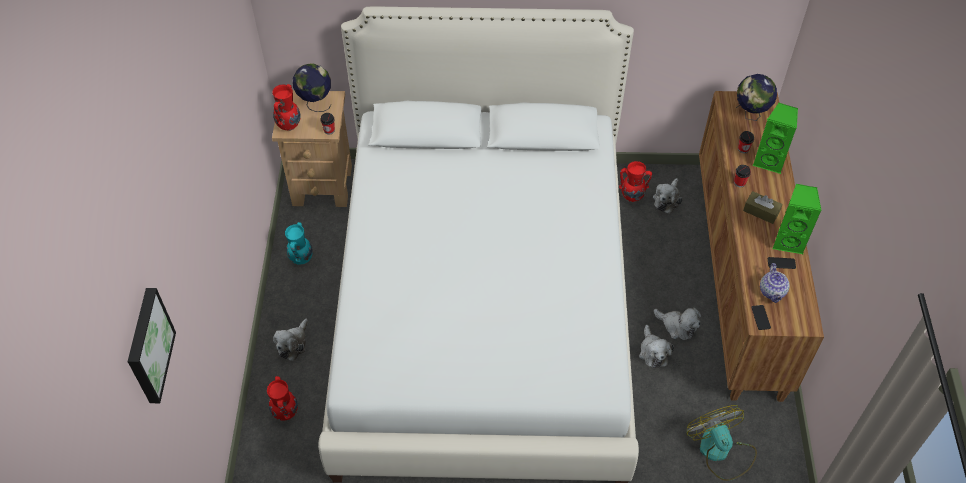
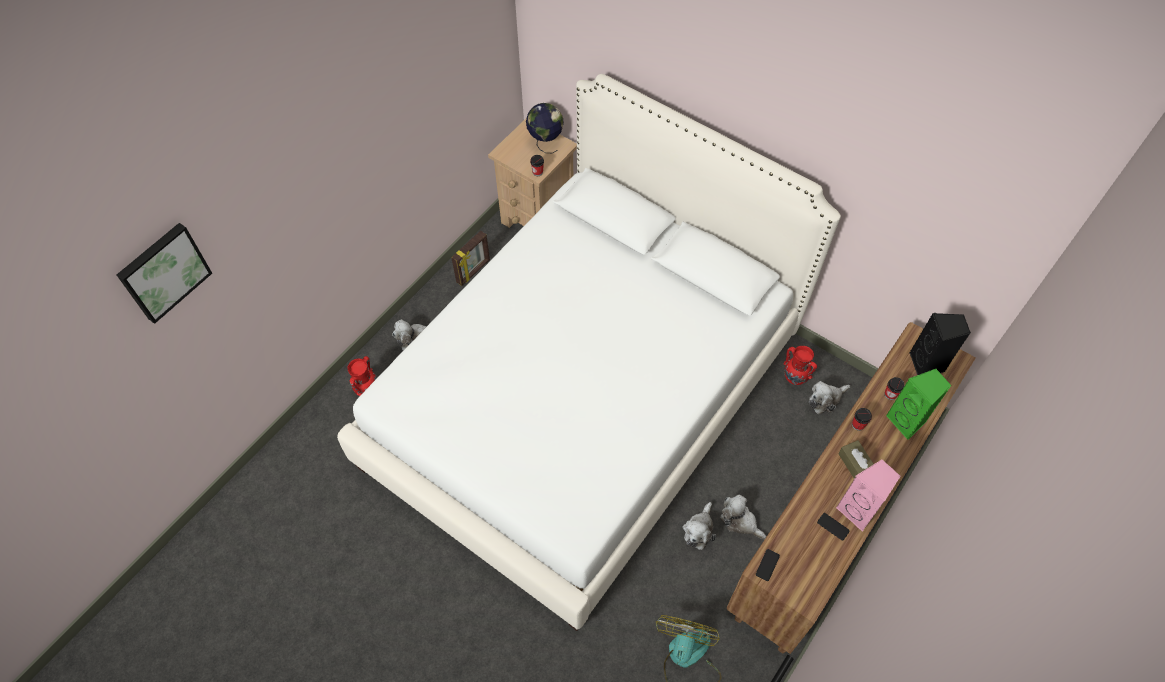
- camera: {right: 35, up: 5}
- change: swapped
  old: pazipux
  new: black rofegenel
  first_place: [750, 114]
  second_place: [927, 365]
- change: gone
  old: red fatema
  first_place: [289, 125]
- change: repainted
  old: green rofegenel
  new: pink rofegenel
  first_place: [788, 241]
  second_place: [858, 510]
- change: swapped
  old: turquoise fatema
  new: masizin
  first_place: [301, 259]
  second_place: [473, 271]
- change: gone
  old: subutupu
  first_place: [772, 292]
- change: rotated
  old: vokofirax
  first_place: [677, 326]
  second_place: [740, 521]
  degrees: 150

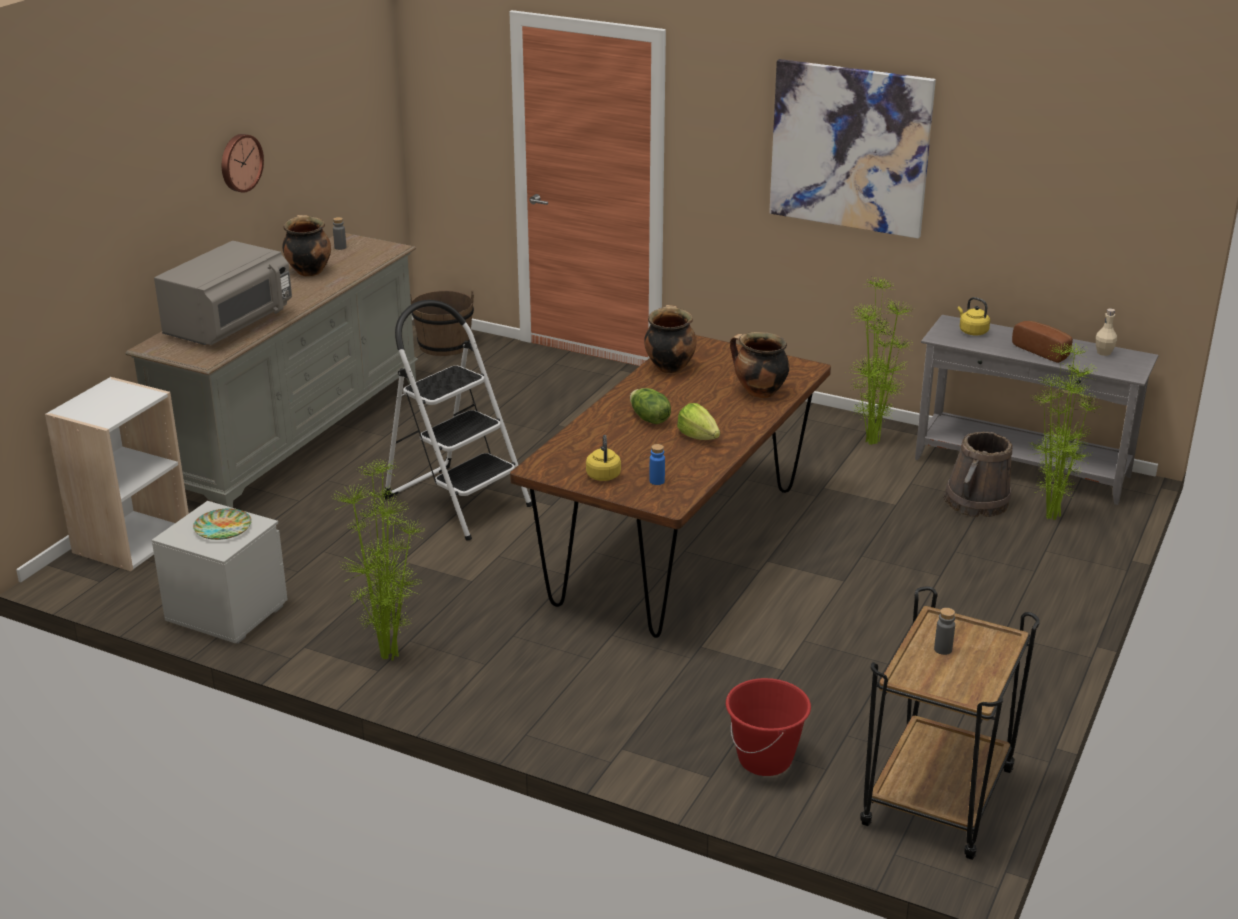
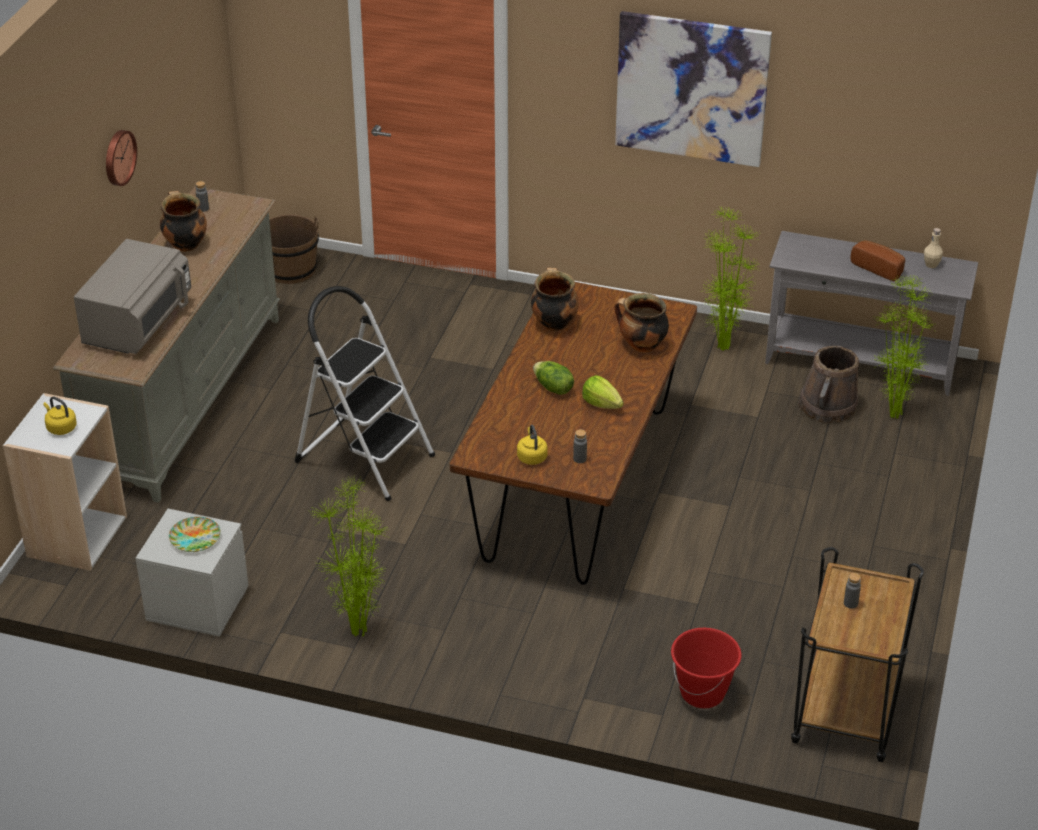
- camera: {right: -10, up: 10}
- change: shifted
  old: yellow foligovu
  first_place: [972, 331]
  second_place: [60, 427]
- change: repainted
  old: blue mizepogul
  new: grey mizepogul
  first_place: [657, 481]
  second_place: [579, 459]

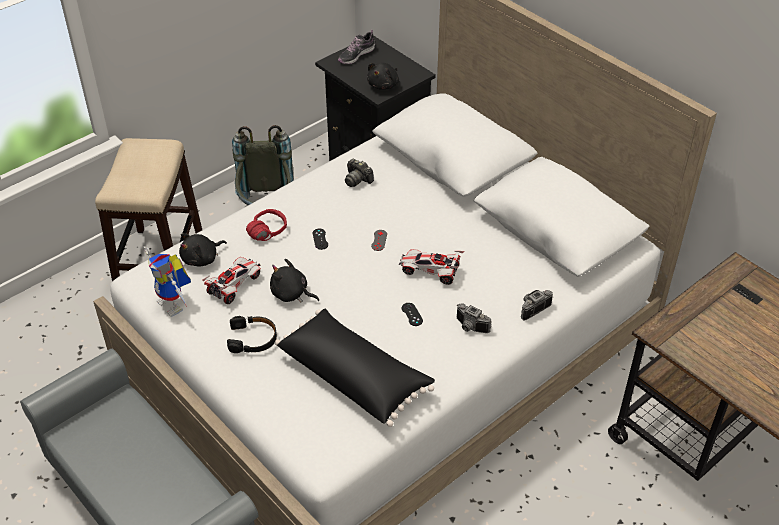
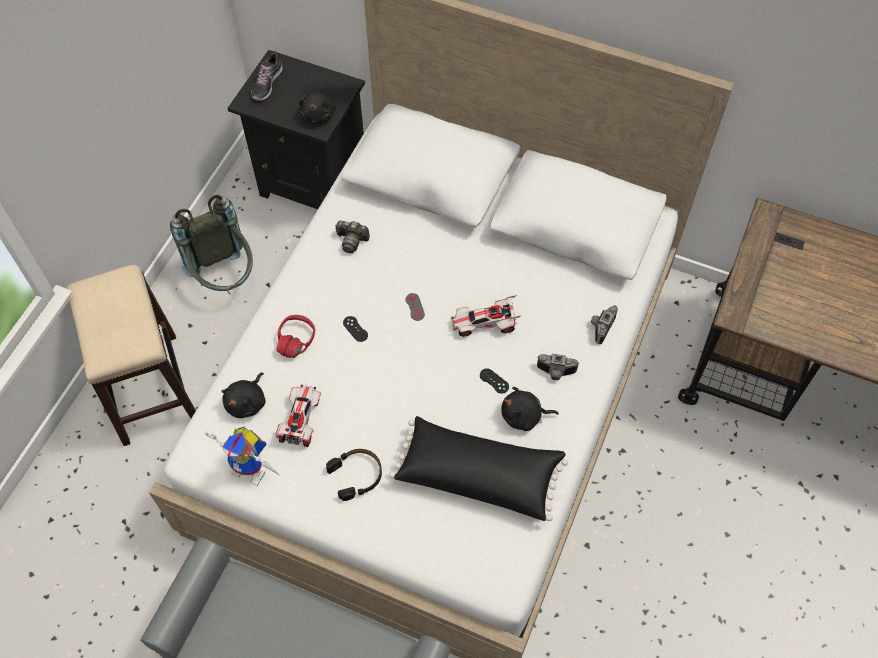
- camera: {right: -25, up: 15}
- change: shifted
  old: black vokofirax
  first_place: [291, 294]
  second_place: [524, 416]

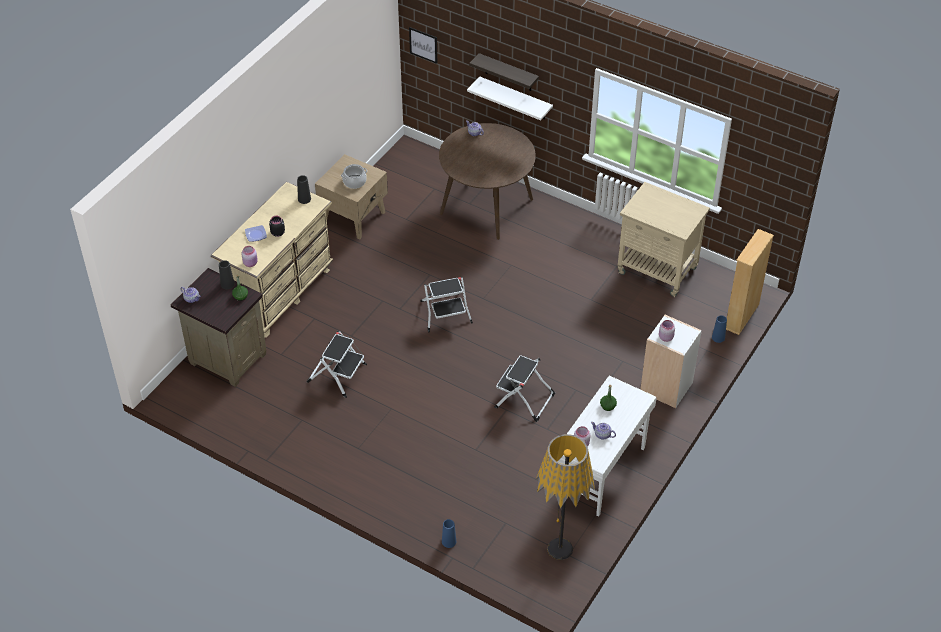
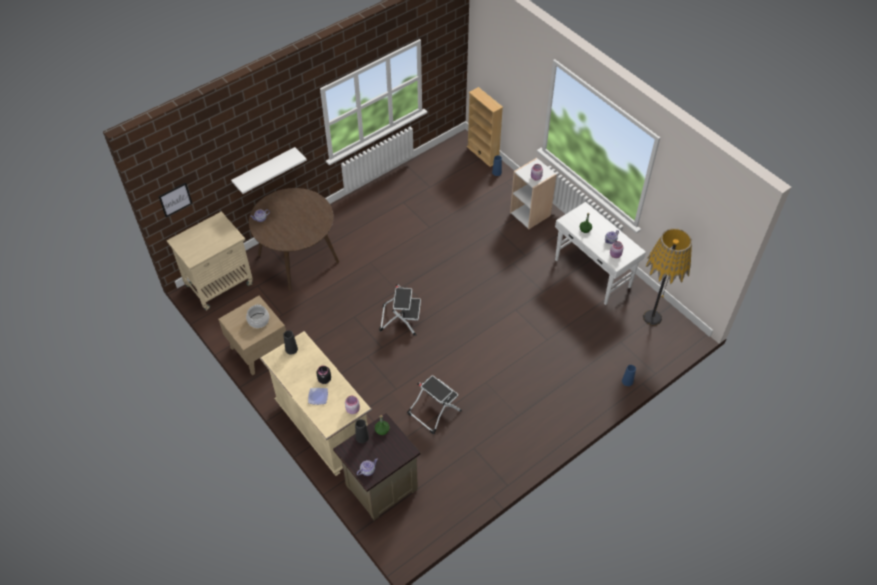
- camera: {right: -70, up: 5}
- change: gone
  old: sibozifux
  first_place: [508, 73]
- change: shifted
  old: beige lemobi
  first_place: [657, 271]
  second_place: [220, 285]
- change: gone
  old: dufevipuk
  first_place: [524, 398]

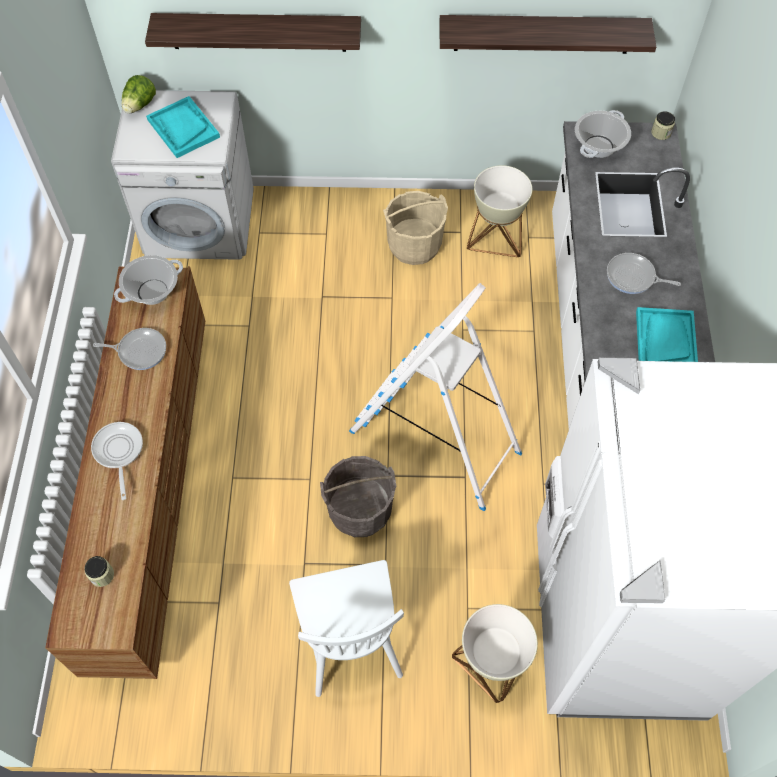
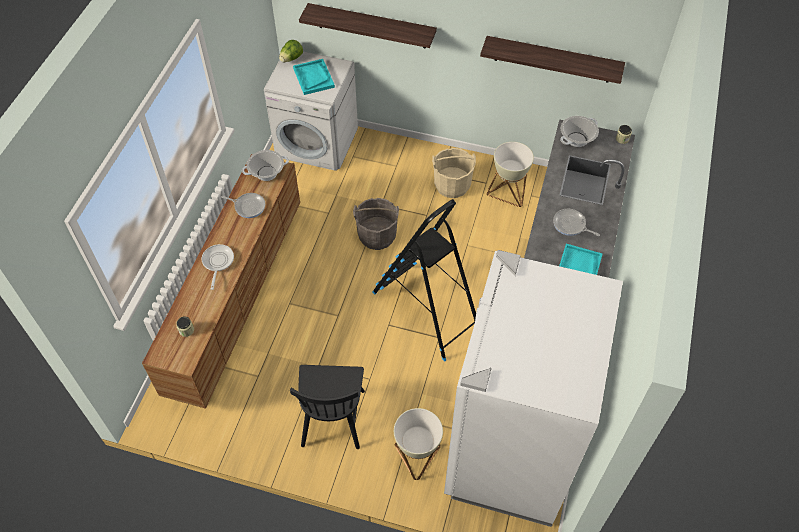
- camera: {right: 15, up: -5}
- change: repainted
  old: white dufevipuk
  new: black dufevipuk
  first_place: [433, 442]
  second_place: [425, 311]
- change: shifted
  old: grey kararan
  first_place: [360, 511]
  second_place: [377, 235]
- change: repainted
  old: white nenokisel
  new: black nenokisel
  first_place: [349, 638]
  second_place: [332, 417]

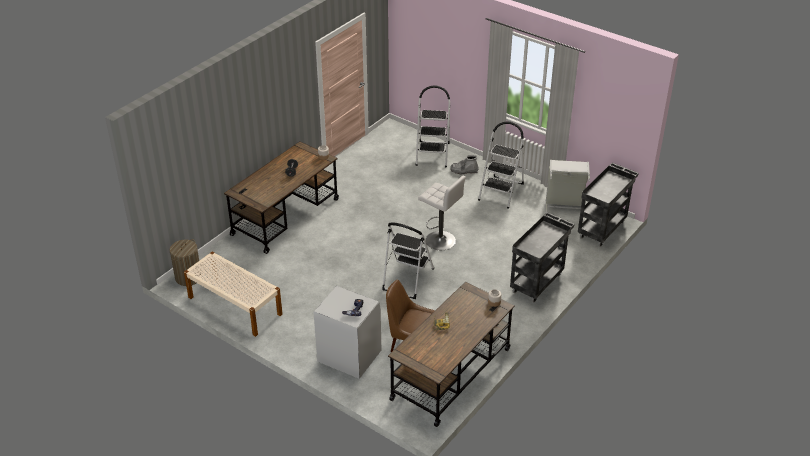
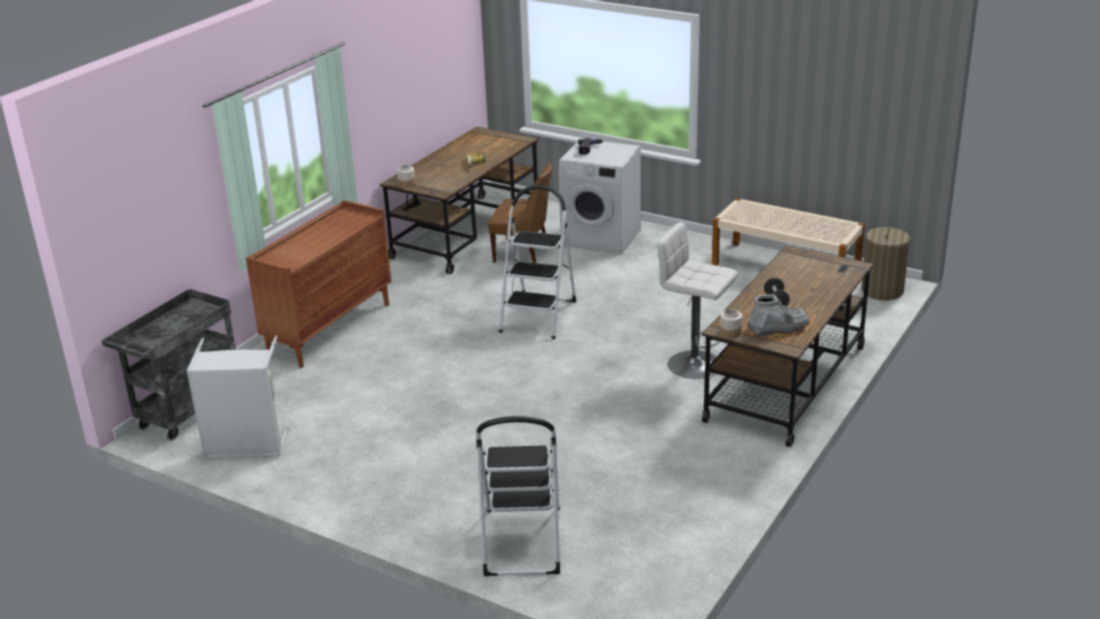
- camera: {right: 175, up: -10}
- change: gone
  old: dufevipuk
  first_place: [502, 191]
- change: shifted
  old: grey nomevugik
  first_place: [464, 170]
  second_place: [778, 327]
- change: shifted
  old: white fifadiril
  first_place: [440, 241]
  second_place: [694, 364]
- change: swapped
  old: black lemobi
  new: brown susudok
  first_place: [538, 282]
  second_place: [330, 330]

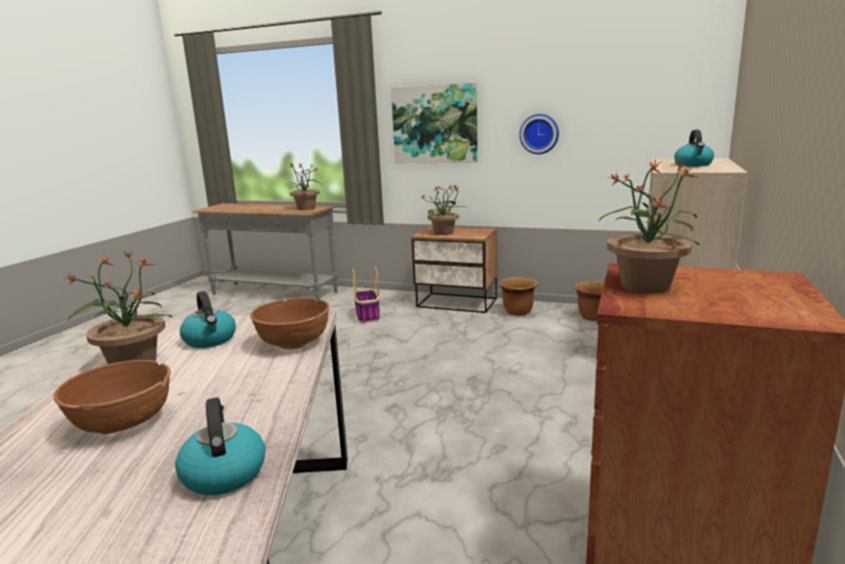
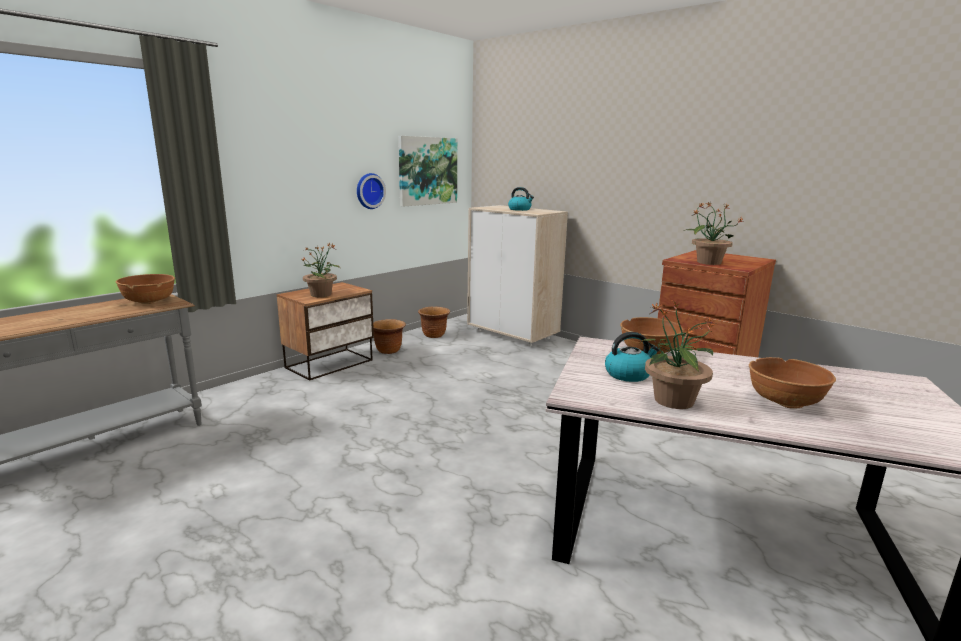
- camera: {right: -70, up: 0}
- change: shifted
  old: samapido
  first_place: [435, 124]
  second_place: [427, 171]
- change: swapped
  old: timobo
  new: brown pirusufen
  first_place: [306, 208]
  second_place: [149, 301]
- change: gone
  old: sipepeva
  first_place: [368, 316]
- change: gone
  old: foligovu
  first_place: [223, 473]

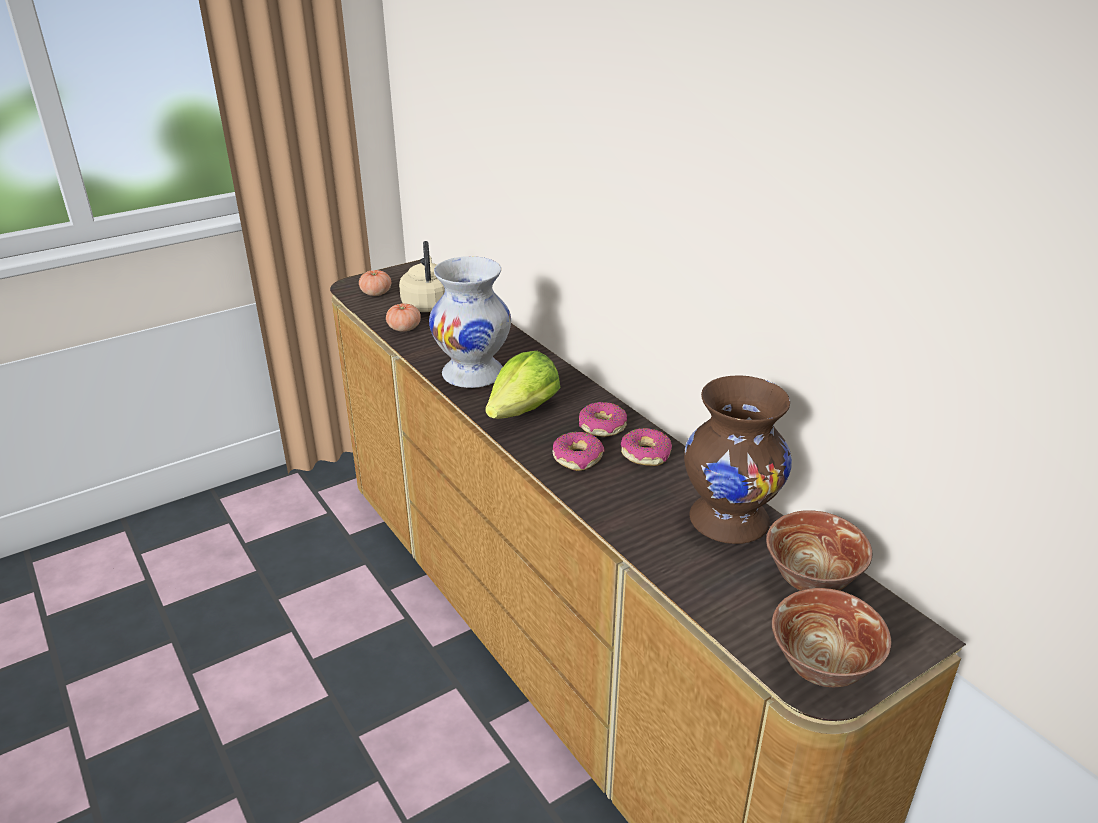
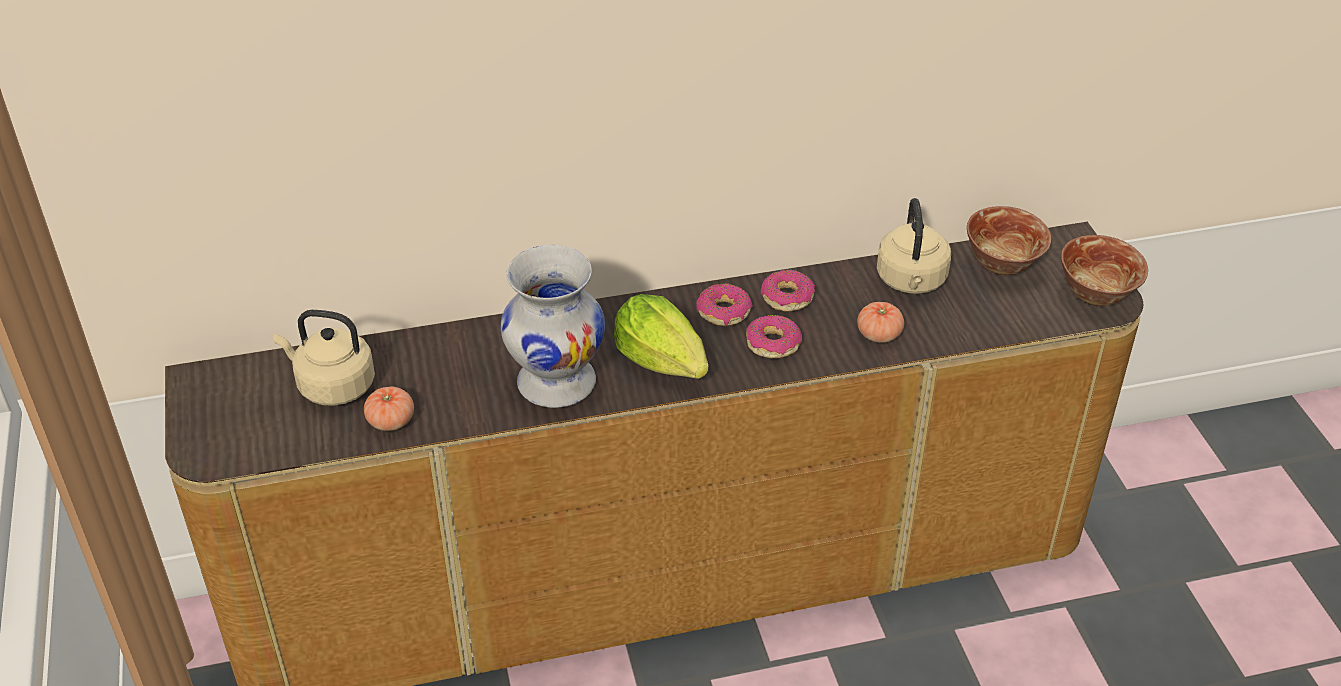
- camera: {right: -70, up: 10}
- change: shifted
  old: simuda
  first_place: [376, 293]
  second_place: [879, 334]
- change: swapped
  old: brown fatema
  new: beige foligovu
  first_place: [728, 521]
  second_place: [911, 281]

